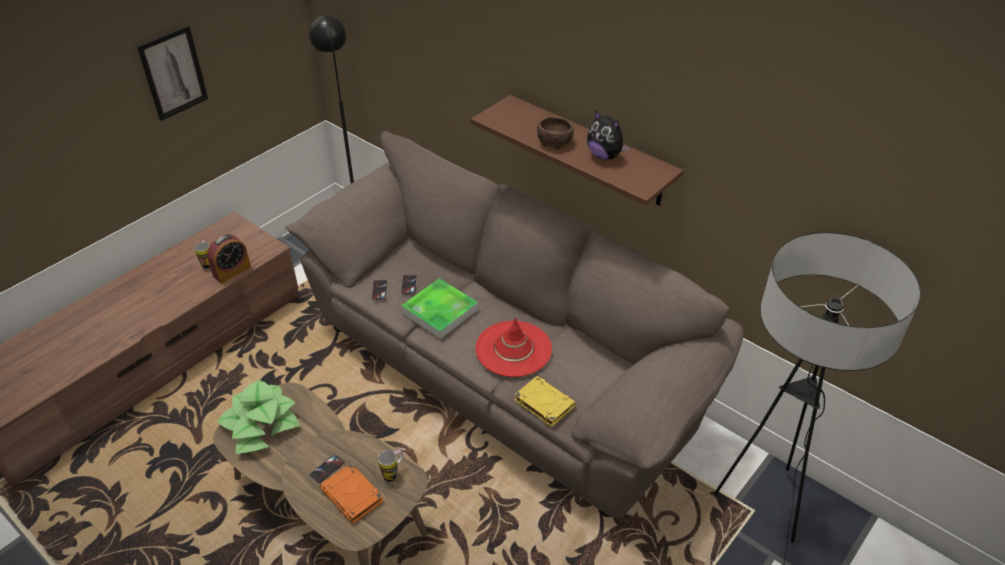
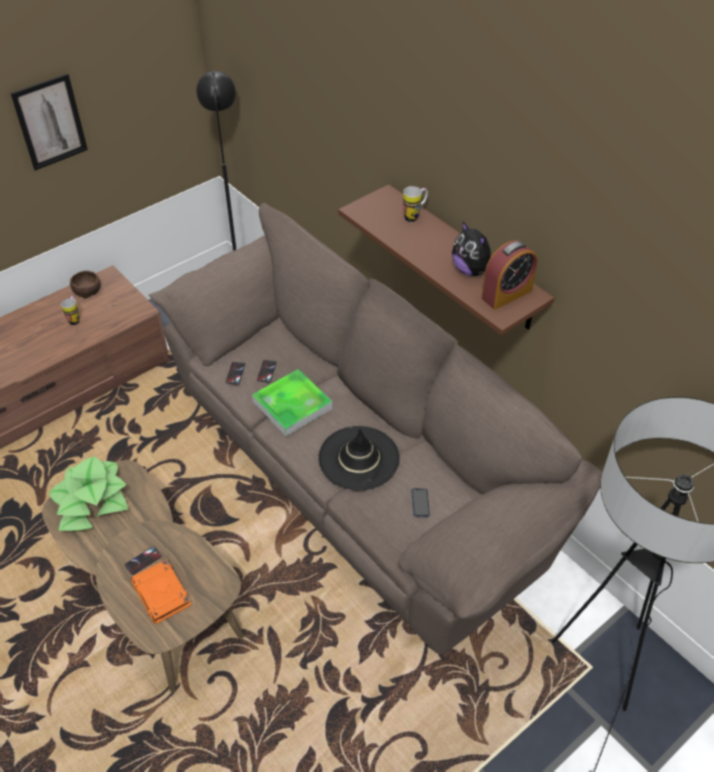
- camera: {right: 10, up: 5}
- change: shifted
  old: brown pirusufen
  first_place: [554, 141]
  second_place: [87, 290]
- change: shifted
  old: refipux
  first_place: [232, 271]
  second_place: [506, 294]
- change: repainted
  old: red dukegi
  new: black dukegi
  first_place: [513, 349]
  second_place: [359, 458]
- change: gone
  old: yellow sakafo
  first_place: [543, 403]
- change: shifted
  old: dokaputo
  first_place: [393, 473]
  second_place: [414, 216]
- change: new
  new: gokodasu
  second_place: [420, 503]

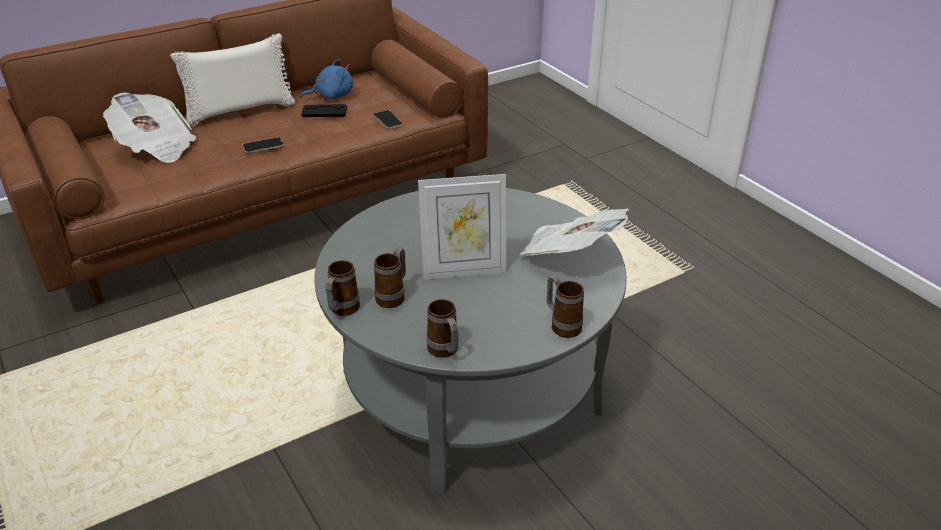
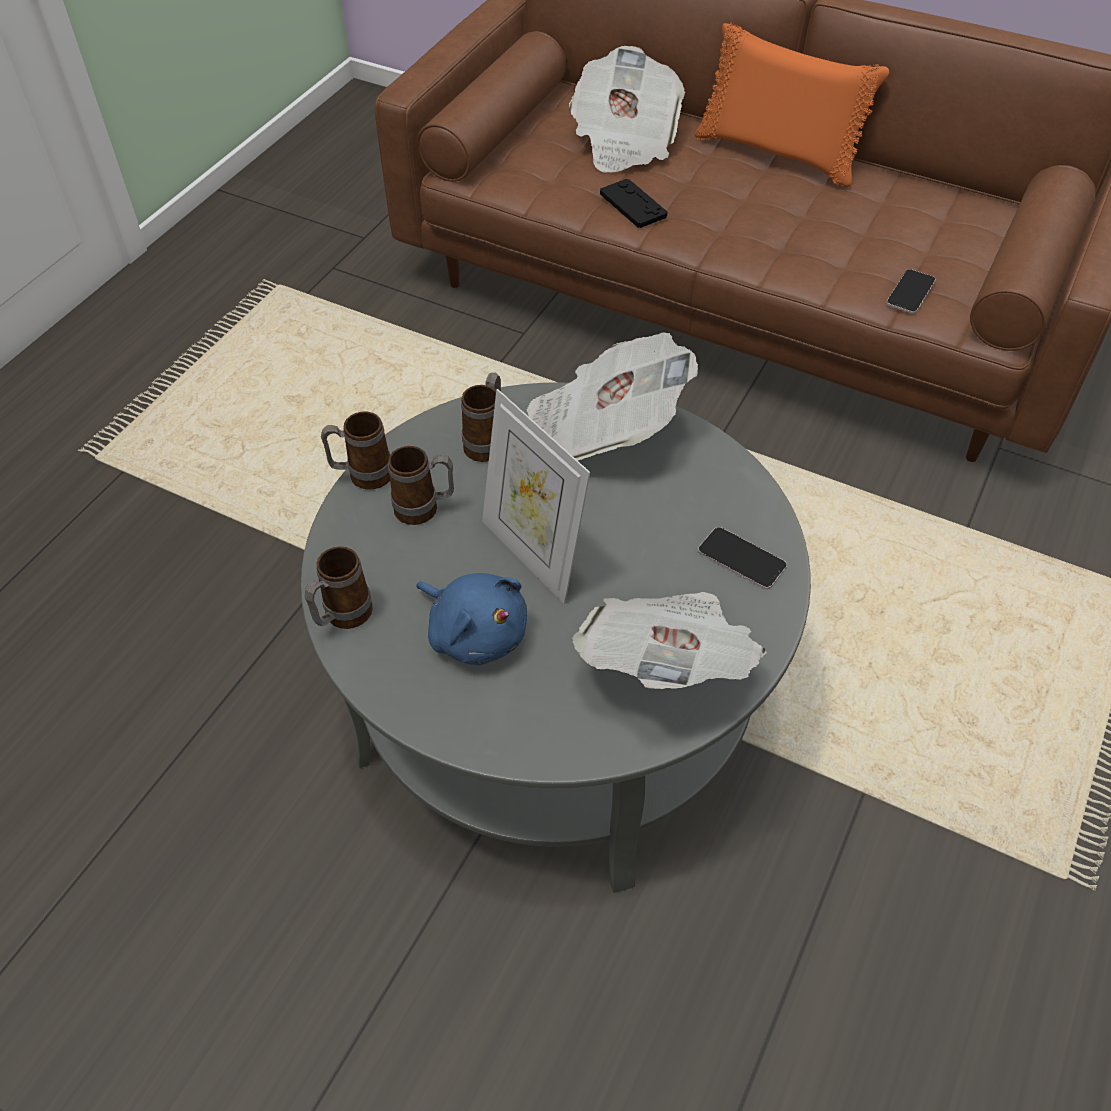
- camera: {right: 60, up: 15}
- change: repainted
  old: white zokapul
  new: orange zokapul
  first_place: [239, 111]
  second_place: [778, 154]
- change: shifted
  old: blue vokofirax
  first_place: [332, 96]
  second_place: [475, 633]
- change: shifted
  old: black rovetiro
  first_place: [324, 112]
  second_place: [633, 205]
- change: shifted
  old: gokodasu
  first_place: [263, 146]
  second_place: [741, 559]
- change: shifted
  old: dokaputo
  first_place: [562, 325]
  second_place: [488, 442]
- change: new
  new: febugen
  second_place: [604, 429]

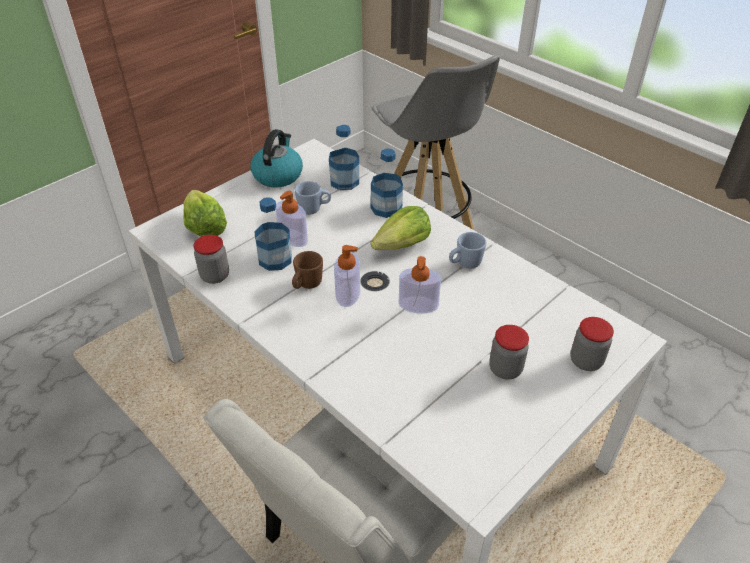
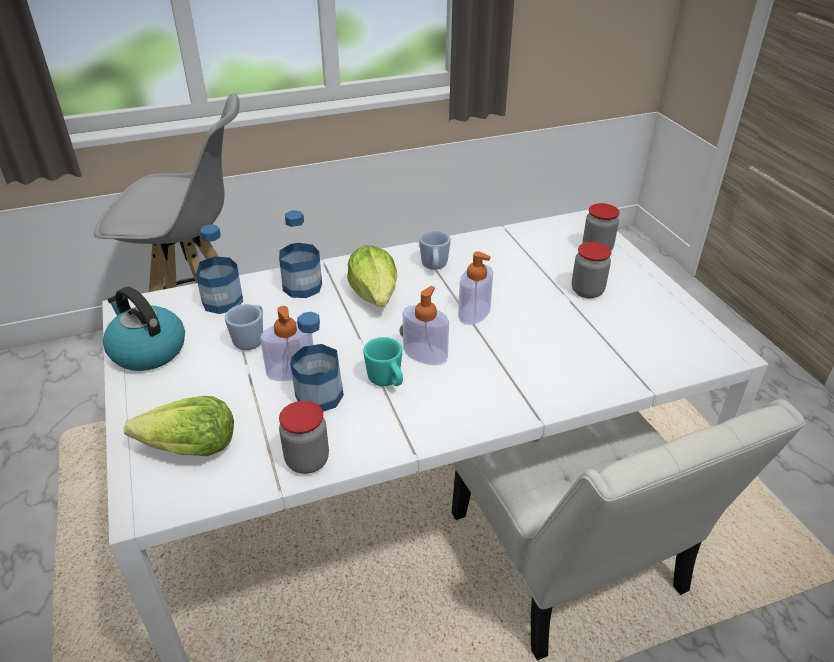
- camera: {right: -65, up: -5}
- change: repainted
  old: brown dokaputo
  new: turquoise dokaputo
  first_place: [306, 285]
  second_place: [387, 382]

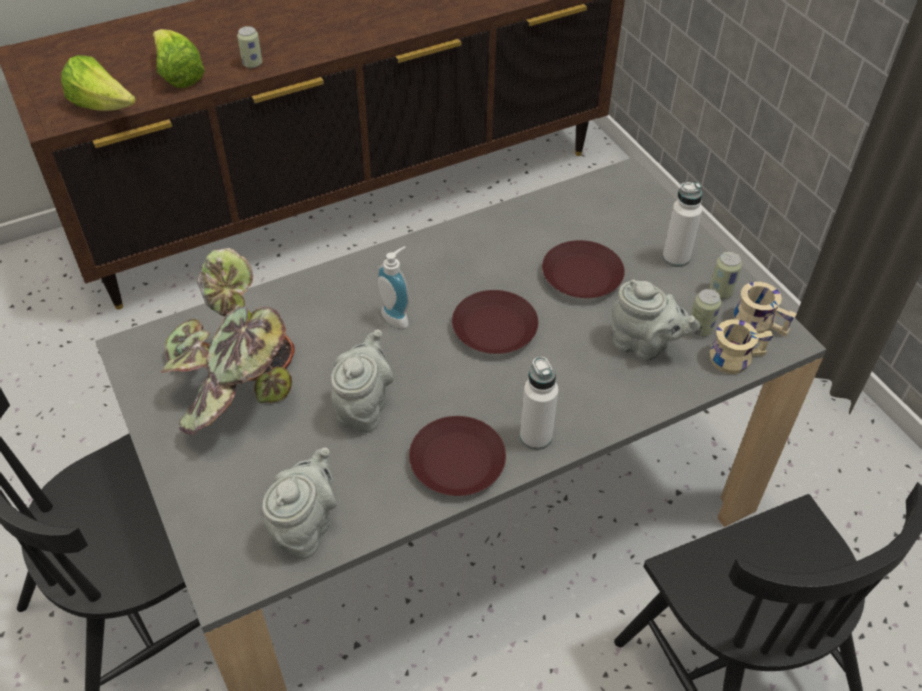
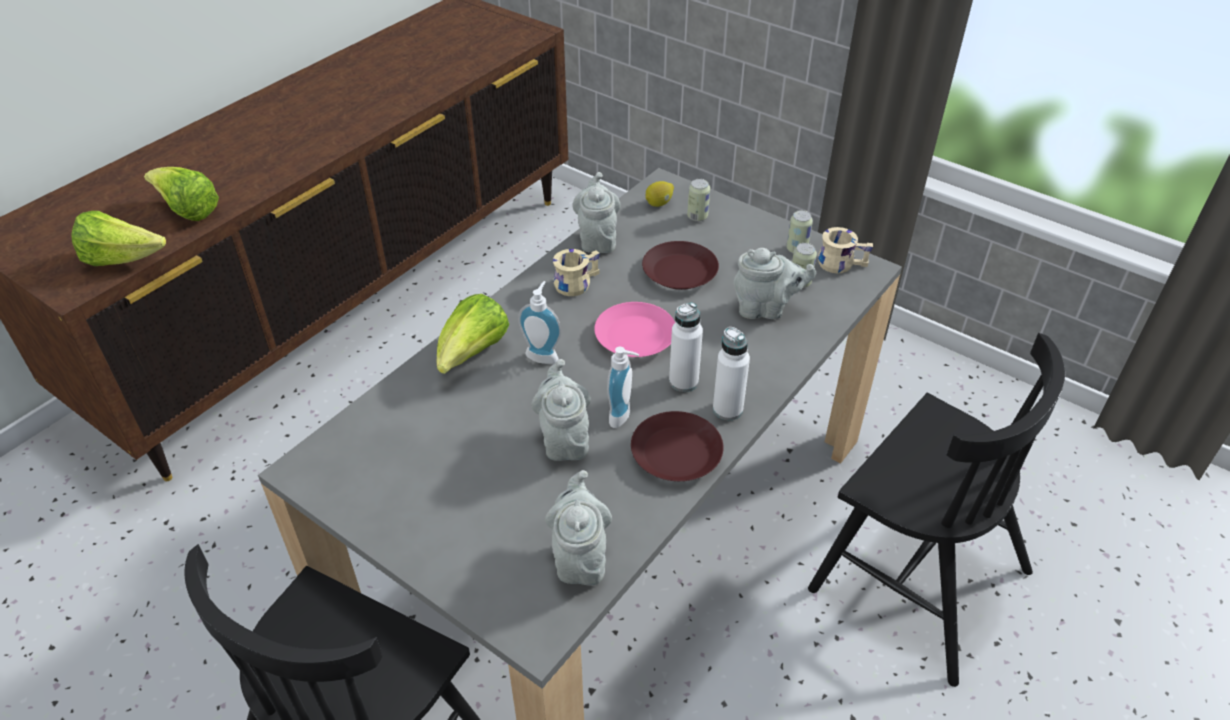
- camera: {right: -25, up: -5}
- change: shifted
  old: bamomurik
  first_place: [252, 64]
  second_place: [697, 217]
- change: shifted
  old: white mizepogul
  first_place: [676, 257]
  second_place: [683, 381]
- change: gone
  old: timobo
  first_place: [233, 388]
- change: repainted
  old: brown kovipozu
  new: pink kovipozu
  first_place: [493, 328]
  second_place: [634, 336]
- change: shifted
  old: beige dokaputo
  first_place: [734, 355]
  second_place: [575, 281]
- change: new
  new: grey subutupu
  second_place: [597, 239]
- change: new
  new: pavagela
  second_place: [659, 203]
- change: new
  new: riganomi
  second_place: [473, 354]
- change: new
  new: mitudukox
  second_place: [623, 416]

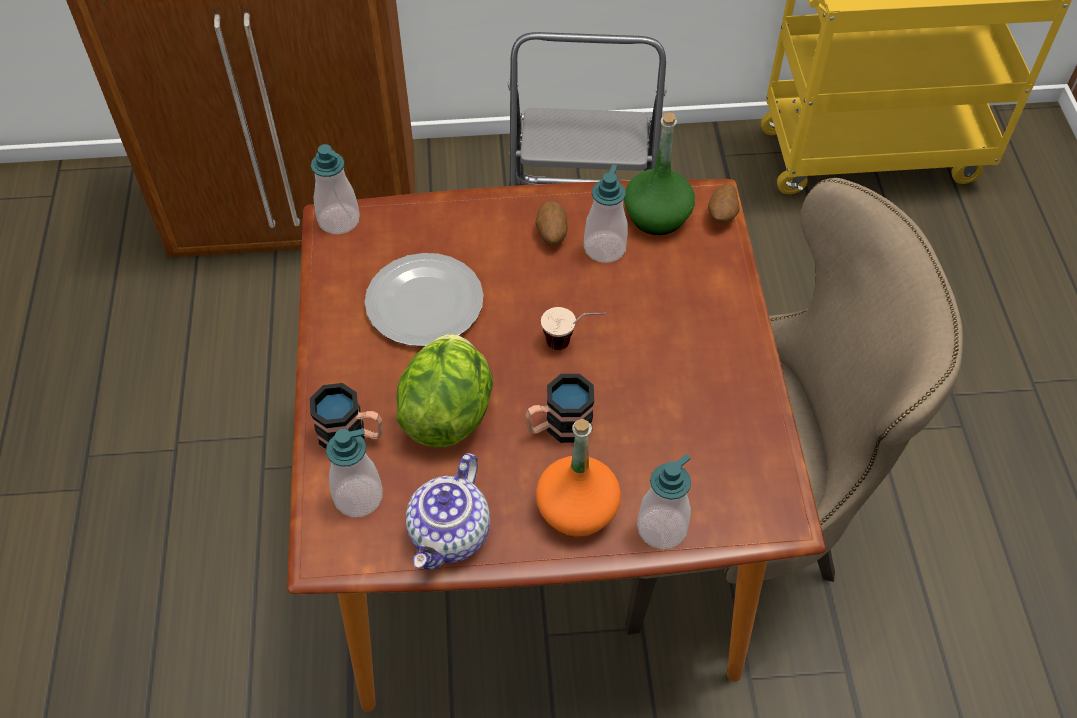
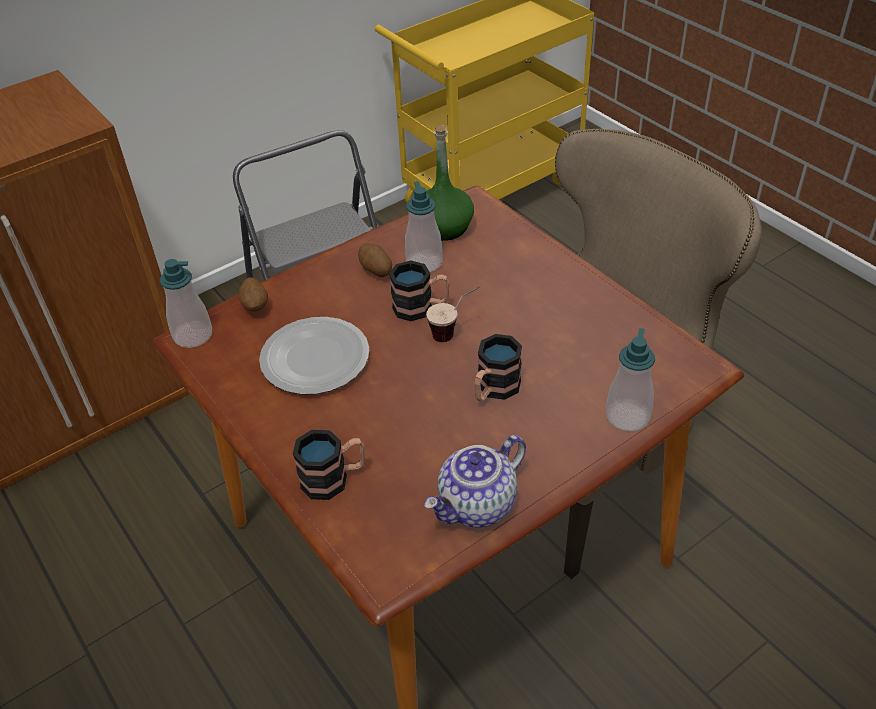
- camera: {right: -30, up: -10}
- change: shifted
  old: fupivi
  first_place: [722, 215]
  second_place: [255, 306]
- change: gone
  old: riganomi
  first_place: [448, 412]
- change: gone
  old: orange mizepogul
  first_place: [576, 509]
- change: gone
  old: mitudukox
  first_place: [358, 497]
- change: rotated
  old: subutupu
  first_place: [451, 535]
  second_place: [477, 505]
  degrees: 60
- change: new
  new: dokaputo
  second_place: [421, 307]

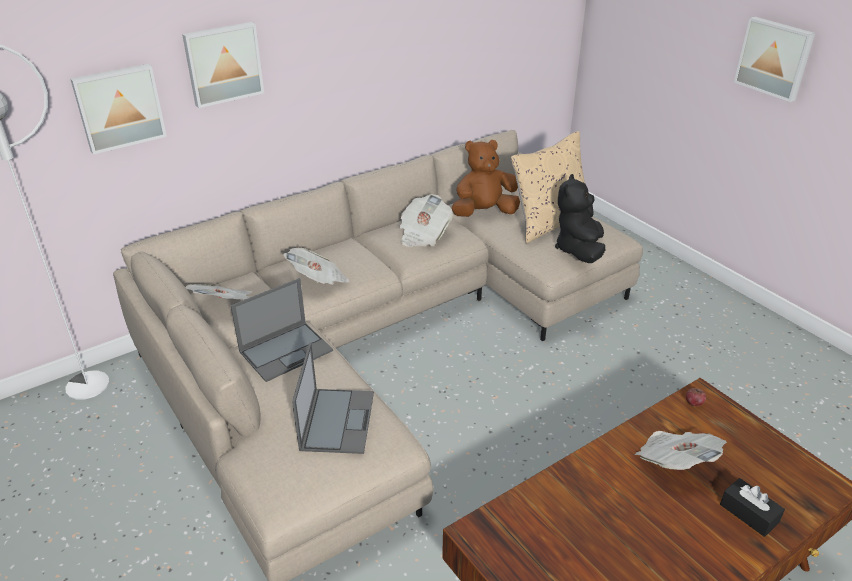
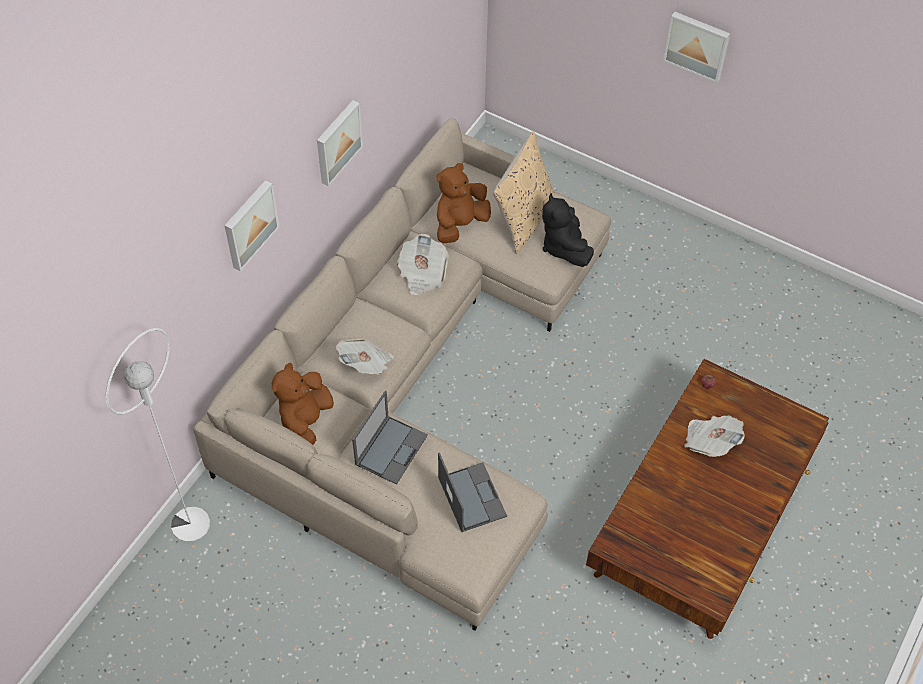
- camera: {right: -25, up: 20}
- change: shifted
  old: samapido
  first_place: [119, 107]
  second_place: [337, 141]
- change: swapped
  old: febugen
  new: brown vokofirax
  first_place: [224, 305]
  second_place: [305, 421]
- change: gone
  old: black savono
  first_place: [749, 513]

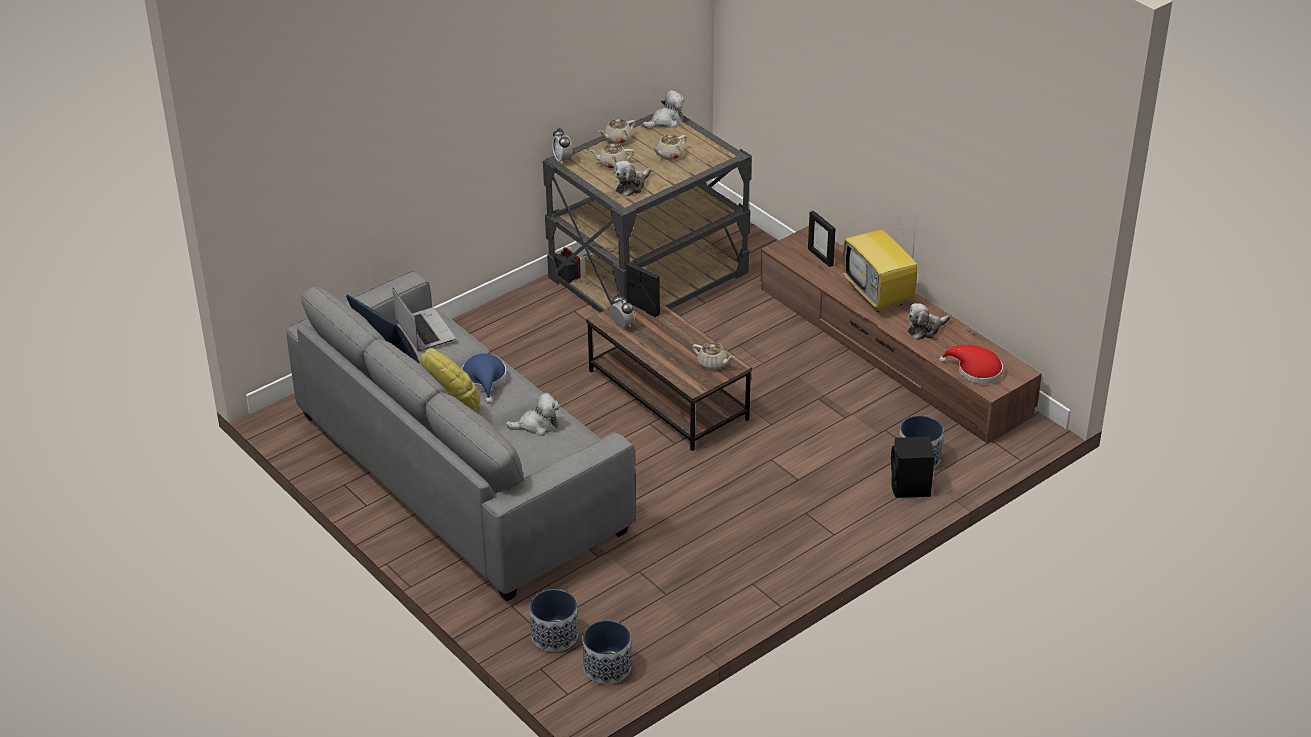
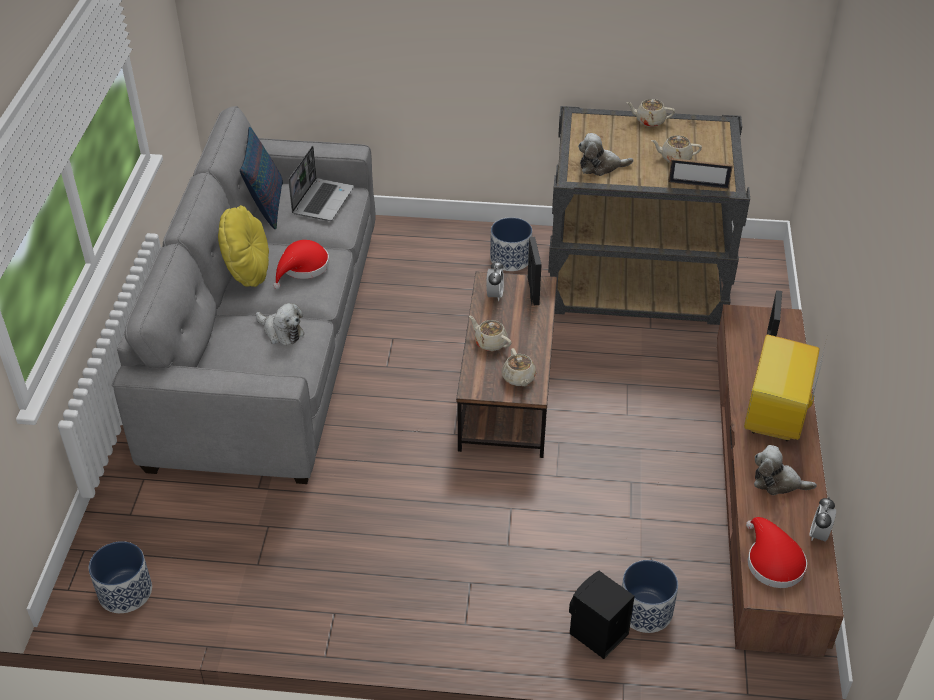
- camera: {right: 45, up: 5}
- change: gone
  old: vokofirax
  first_place: [666, 121]
- change: shifted
  old: refipux
  first_place: [562, 159]
  second_place: [819, 534]
- change: shifted
  old: beige subutupu
  first_place: [612, 163]
  second_place: [490, 342]
- change: repainted
  old: blue dukegi
  new: red dukegi
  first_place: [485, 380]
  second_place: [302, 268]
- change: shifted
  old: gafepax
  first_place: [555, 635]
  second_place: [511, 259]
- change: new
  new: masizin
  second_place: [698, 185]

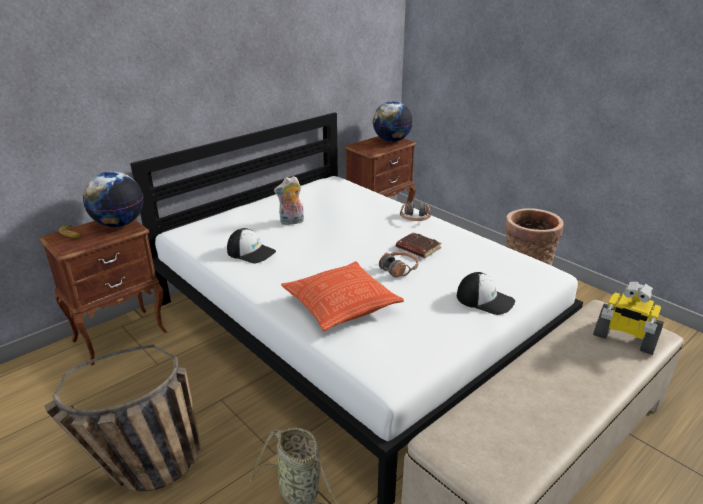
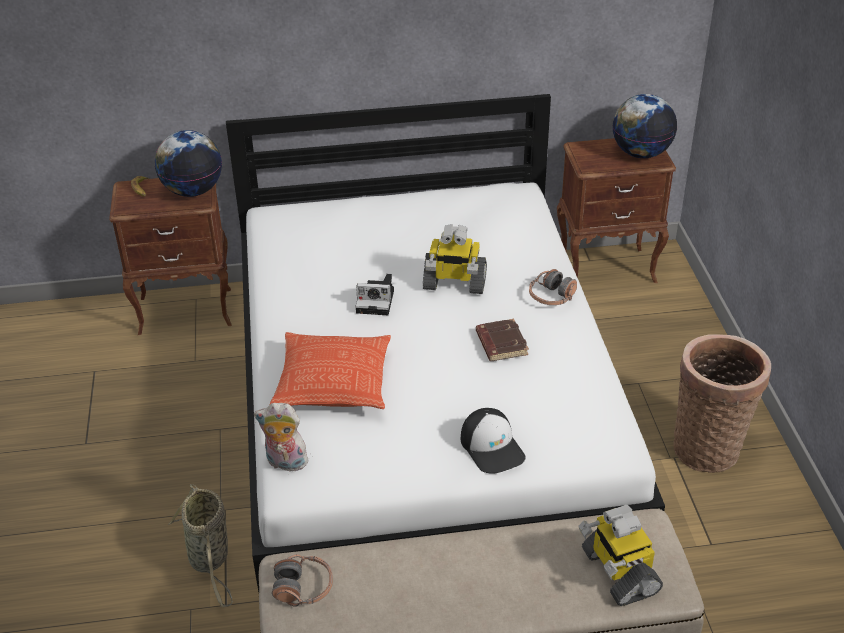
- camera: {right: 35, up: 10}
- change: shifted
  old: vokofirax
  first_place: [291, 222]
  second_place: [285, 463]
- change: gone
  old: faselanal
  first_place: [251, 252]
- change: shifted
  old: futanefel
  first_place: [399, 269]
  second_place: [303, 588]
- change: gone
  old: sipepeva
  first_place: [140, 475]
- change: new
  new: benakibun
  second_place: [454, 283]
- change: new
  new: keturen
  second_place: [377, 301]

